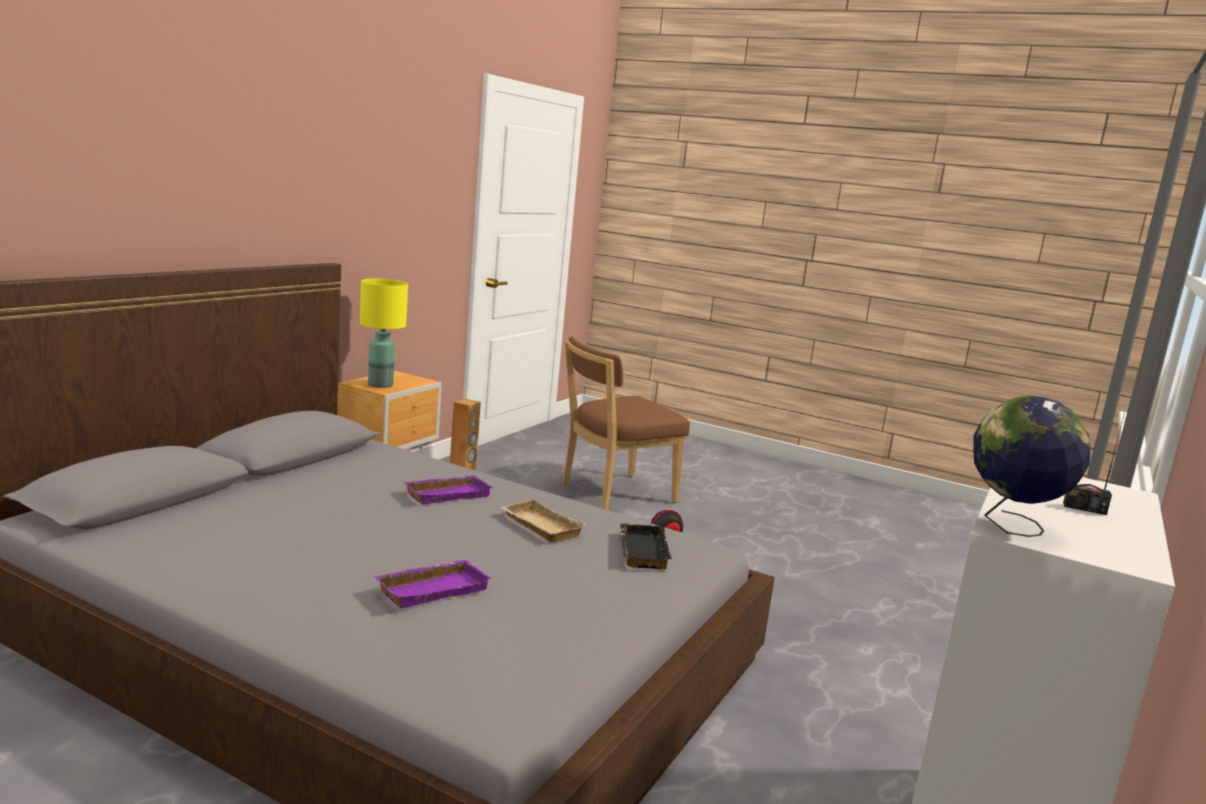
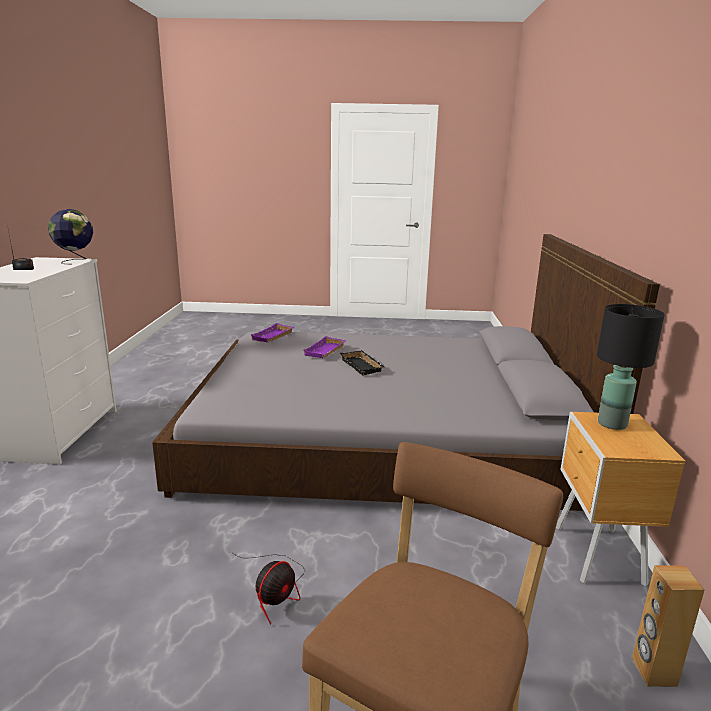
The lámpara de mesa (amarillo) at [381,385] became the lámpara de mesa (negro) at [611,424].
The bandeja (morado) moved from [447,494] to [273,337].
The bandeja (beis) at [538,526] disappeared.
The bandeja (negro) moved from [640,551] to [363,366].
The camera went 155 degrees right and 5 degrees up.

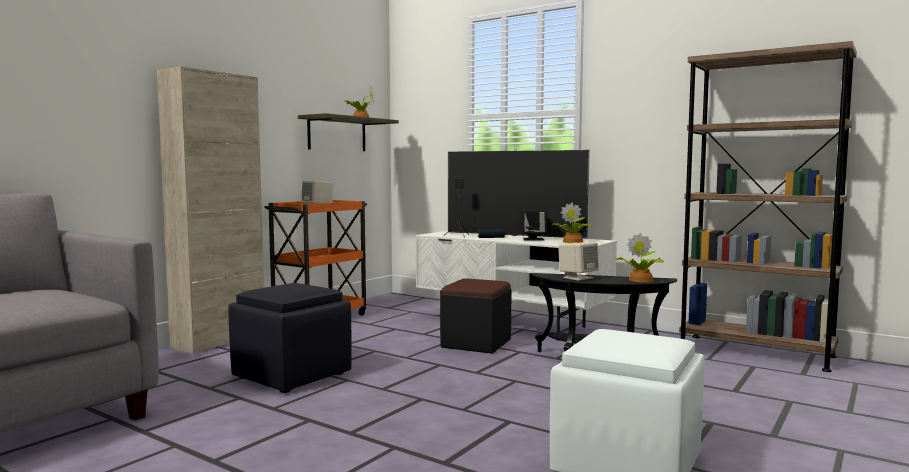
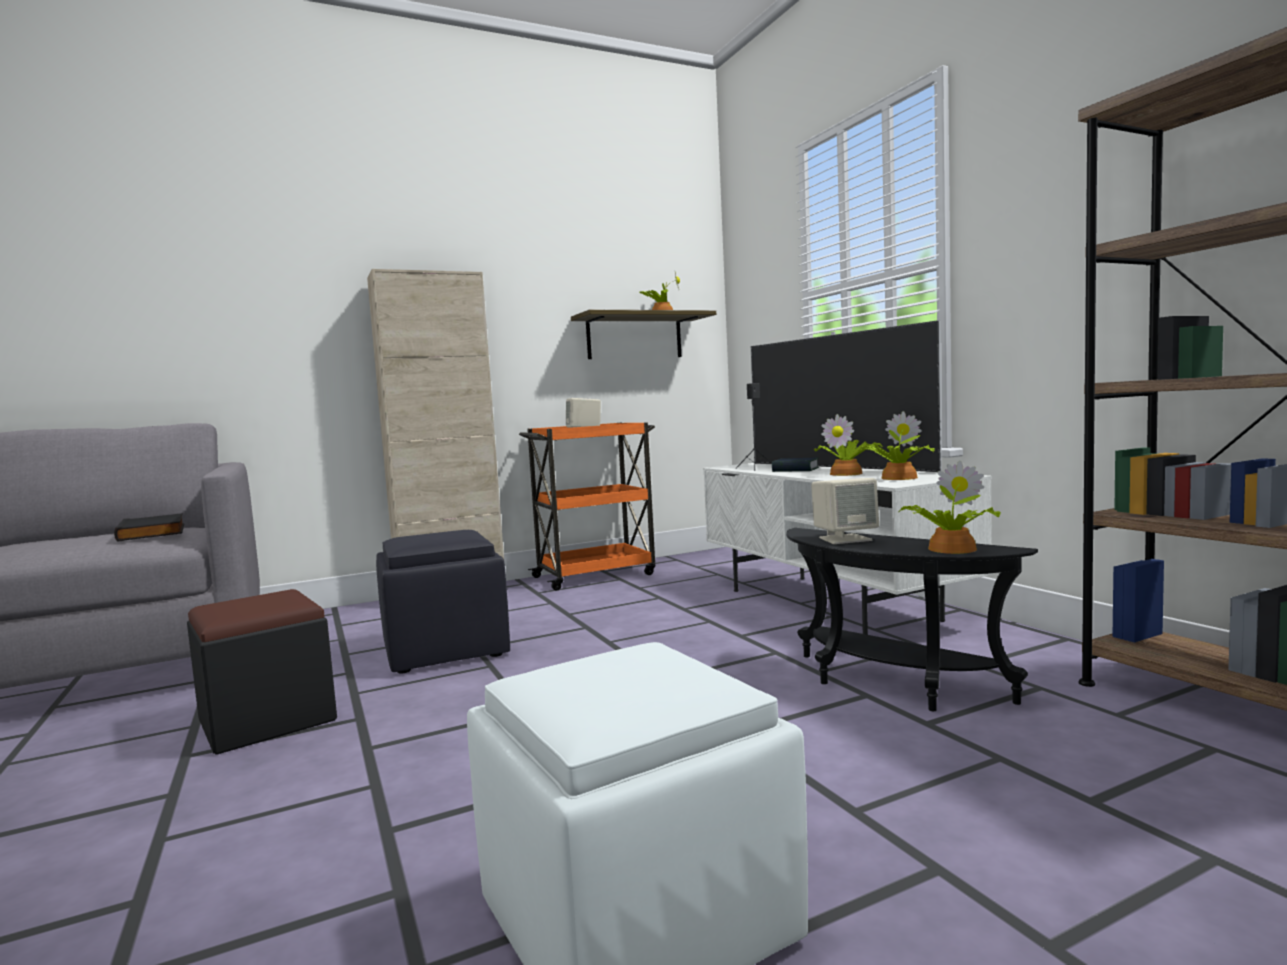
The altavoz (negro) at [533,239] was replaced by the planta en maceta at [848,473].
The puf (negro) moved from [476,343] to [267,720].
The libro (negro) at [154,532] appeared.
The camera went 30 degrees right and 0 degrees up.

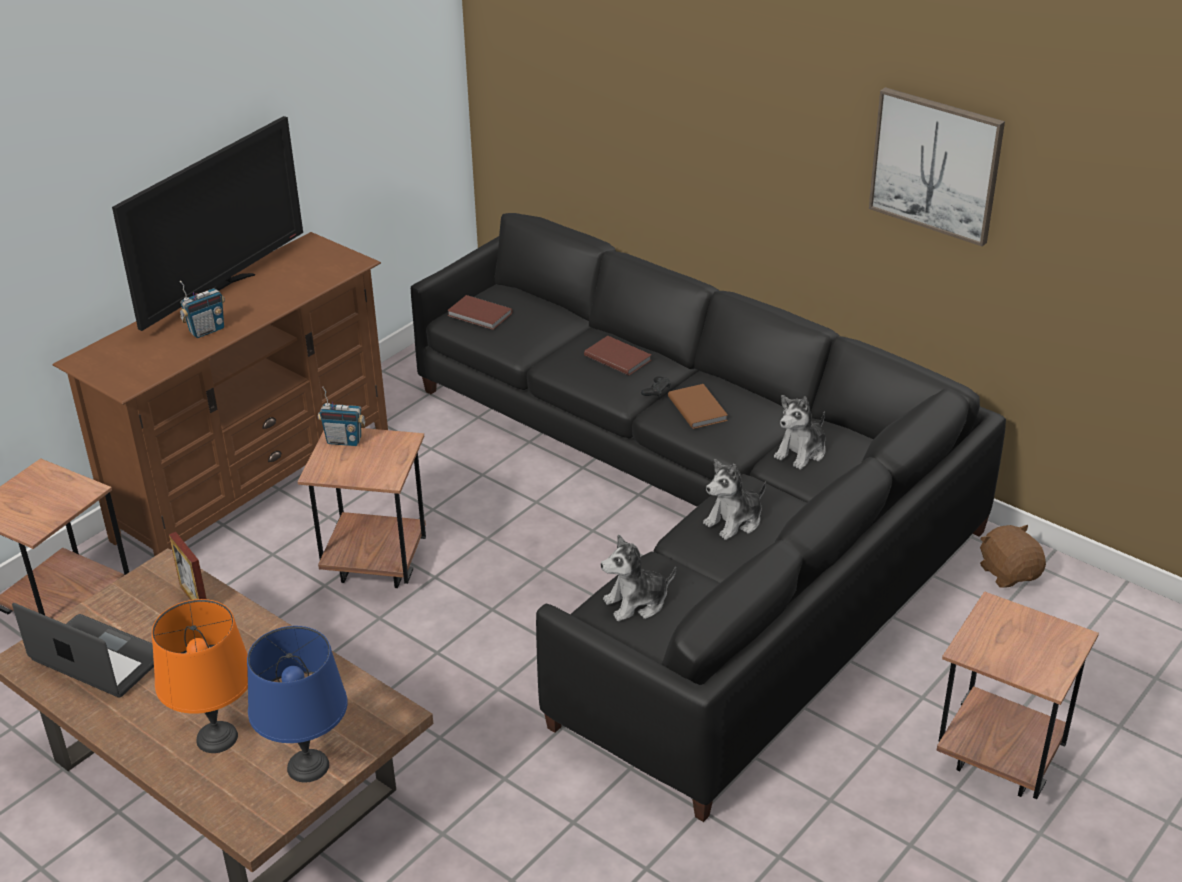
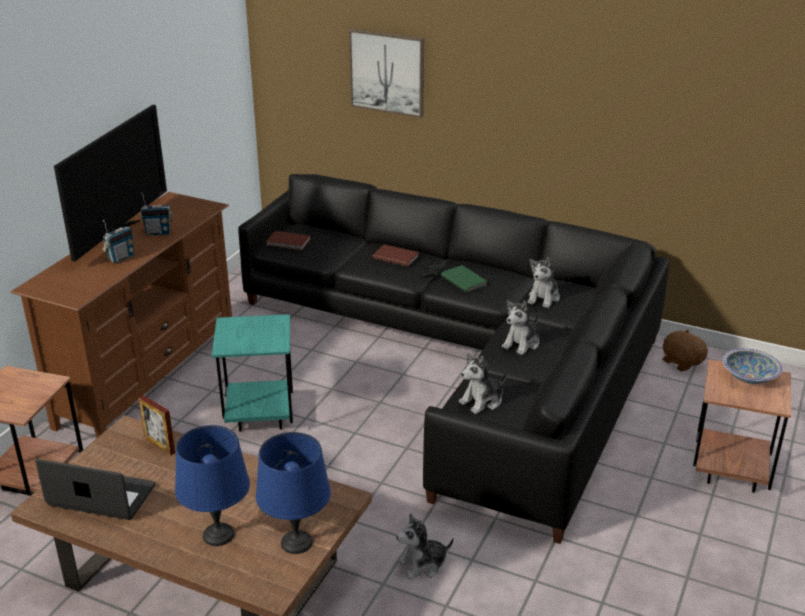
The cuadro moved from [936,165] to [387,72].
The libro (marrón) at [698,408] became the libro (verde) at [464,280].
The radio moved from [344,441] to [158,233].
The mesa auxiliar (marrón) at [376,564] became the mesa auxiliar (turquesa) at [260,416].
The lámpara de mesa (naranja) at [216,738] became the lámpara de mesa (azul) at [217,535].
The cuenco at [749,376] appeared.
The peluche at [423,565] appeared.
The camera went 15 degrees left and 5 degrees down.

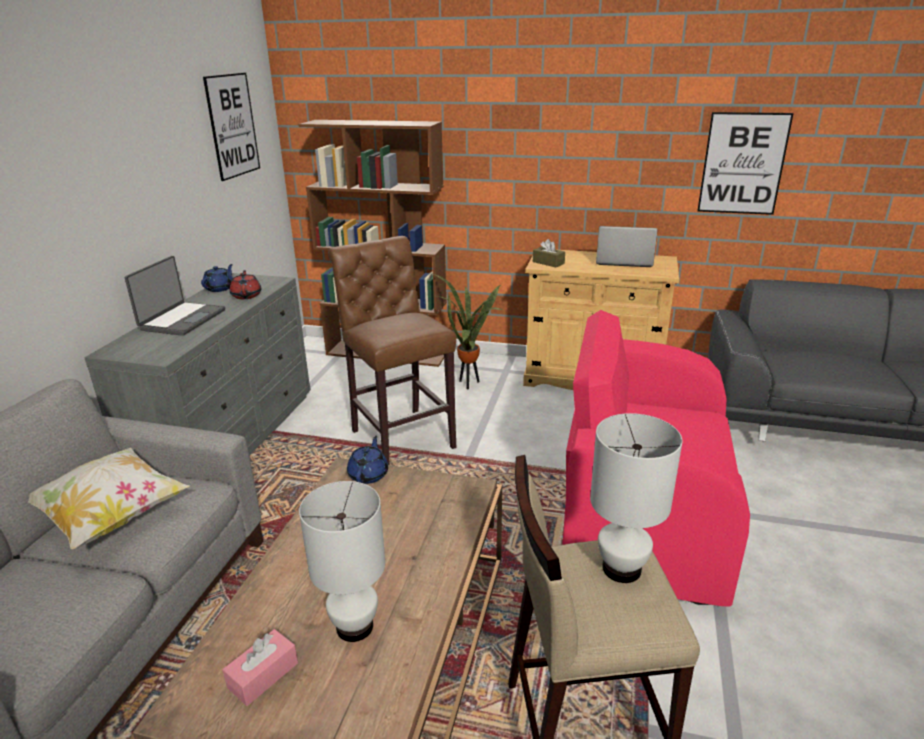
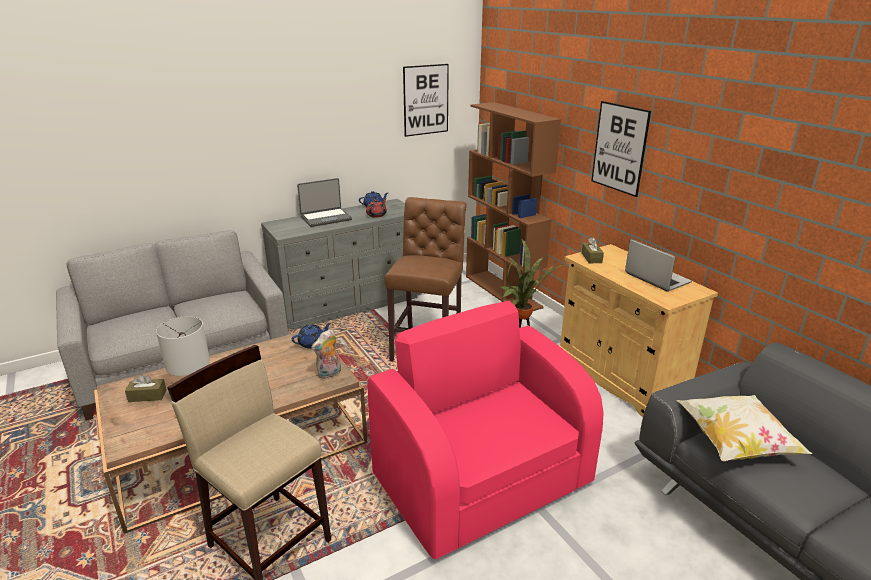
The cuadro moved from [743,164] to [619,148].
The lámpara de mesa (blanco) at [622,569] disappeared.
The cojín moved from [112,516] to [734,443].
The caja de pañuelos (rosa) at [263,675] became the caja de pañuelos (marrón) at [147,396].
The peluche at [329,374] appeared.
The camera went 45 degrees right and 0 degrees up.

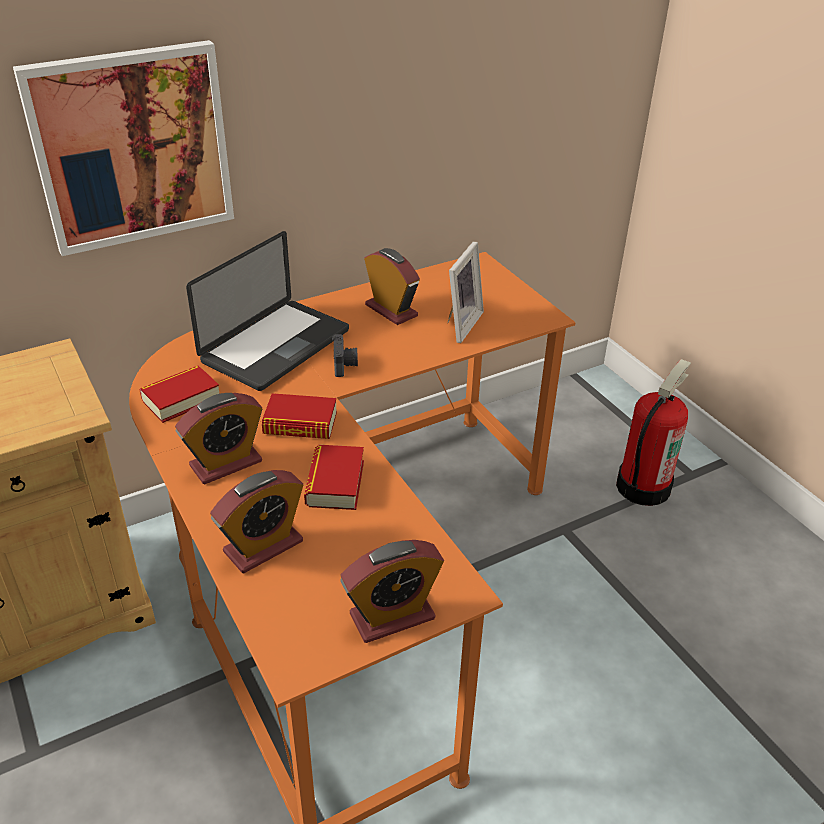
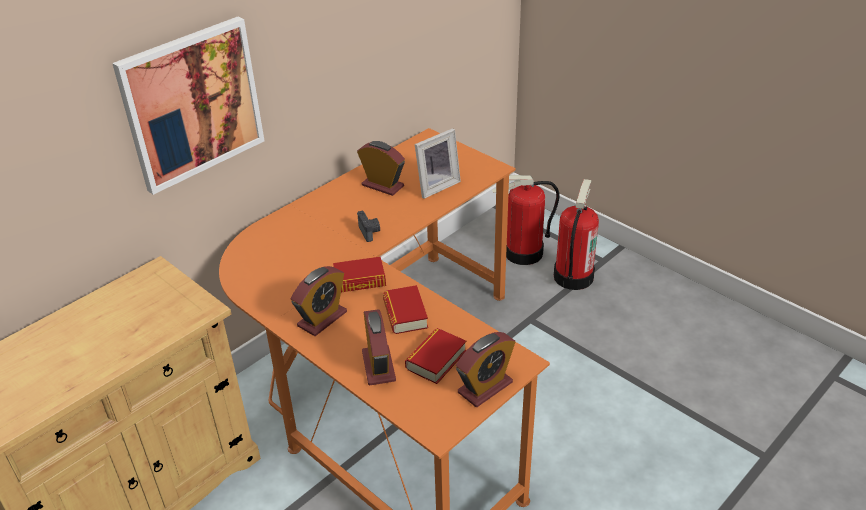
The portátil at [276,346] disappeared.
The portarretratos at [459,324] turned 45 degrees clockwise.
The libro moved from [181,399] to [436,360].
The despertador at [263,546] turned 45 degrees counterclockwise.
The extintor at [523,253] appeared.
The camera went 15 degrees left and 0 degrees up.

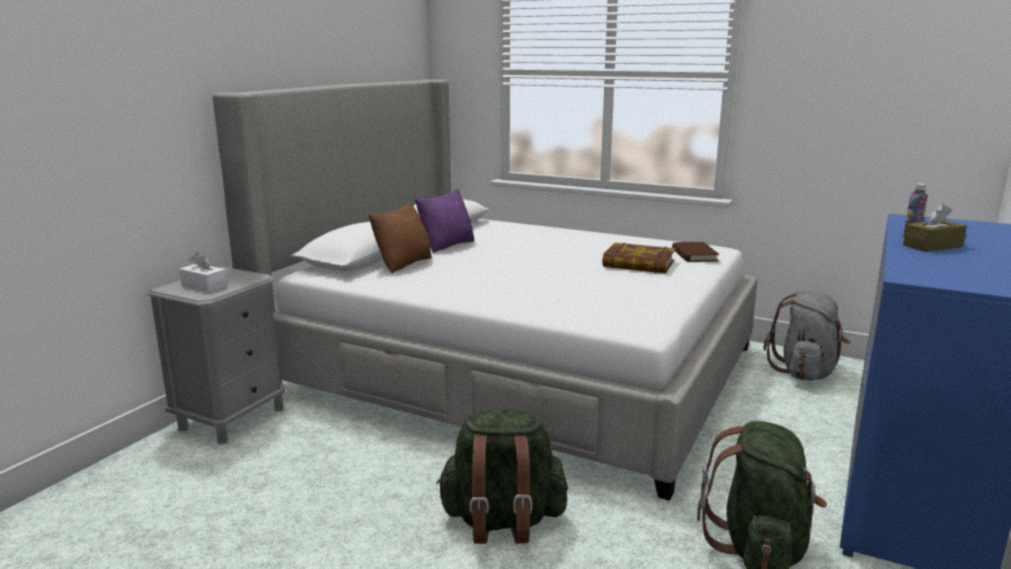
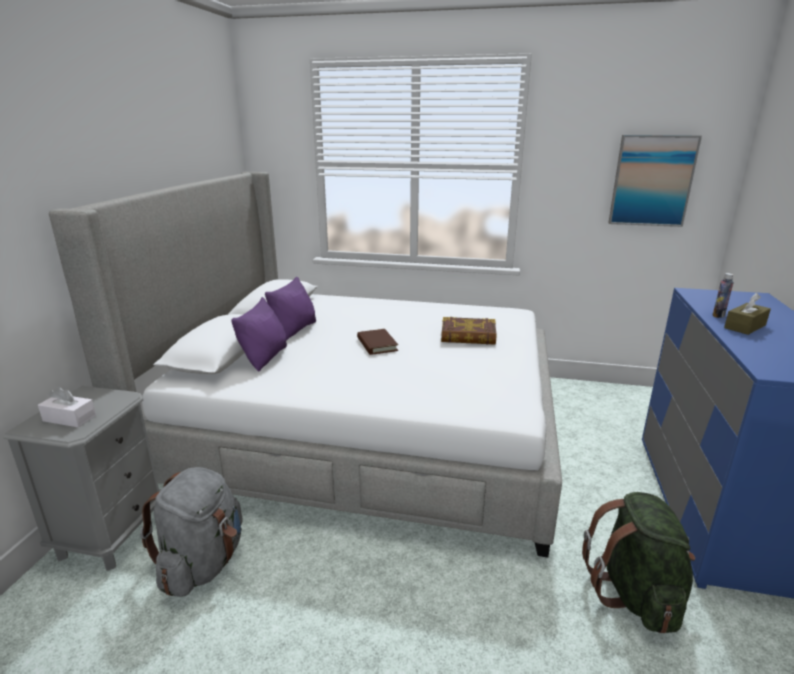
The cojín (marrón) at [404,264] became the cojín (morado) at [264,357].
The libro (marrón) moved from [694,255] to [377,344].
The mochila (gris) moved from [805,372] to [203,563].
The mochila (verde) at [502,521] disappeared.
The cuadro at [652,181] appeared.
The camera went 15 degrees left and 5 degrees up.

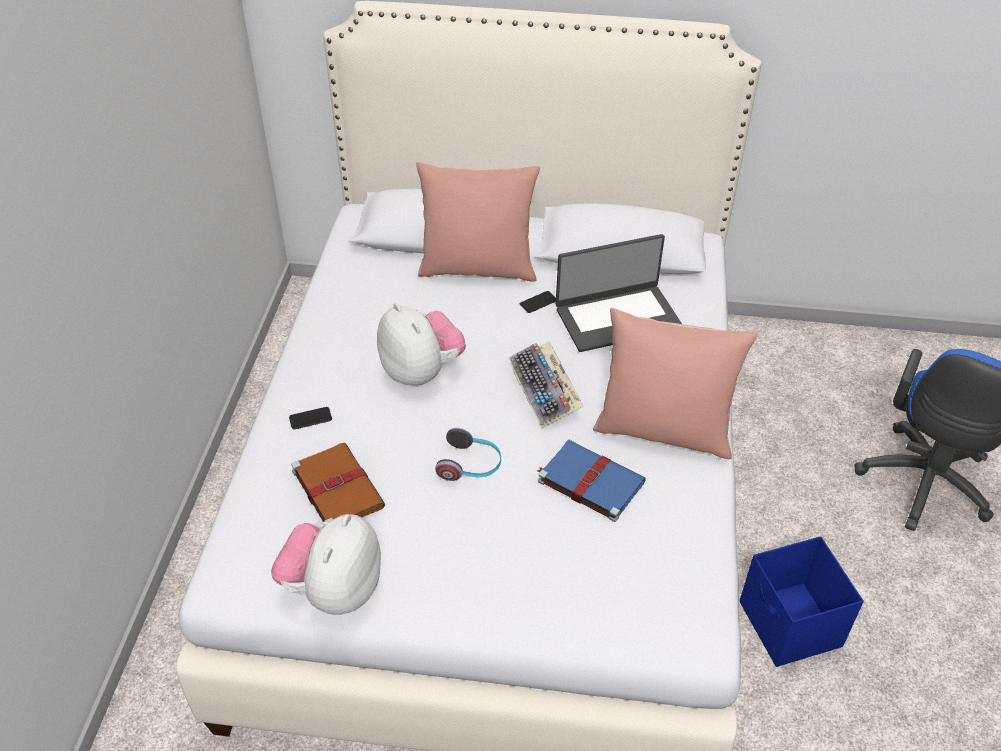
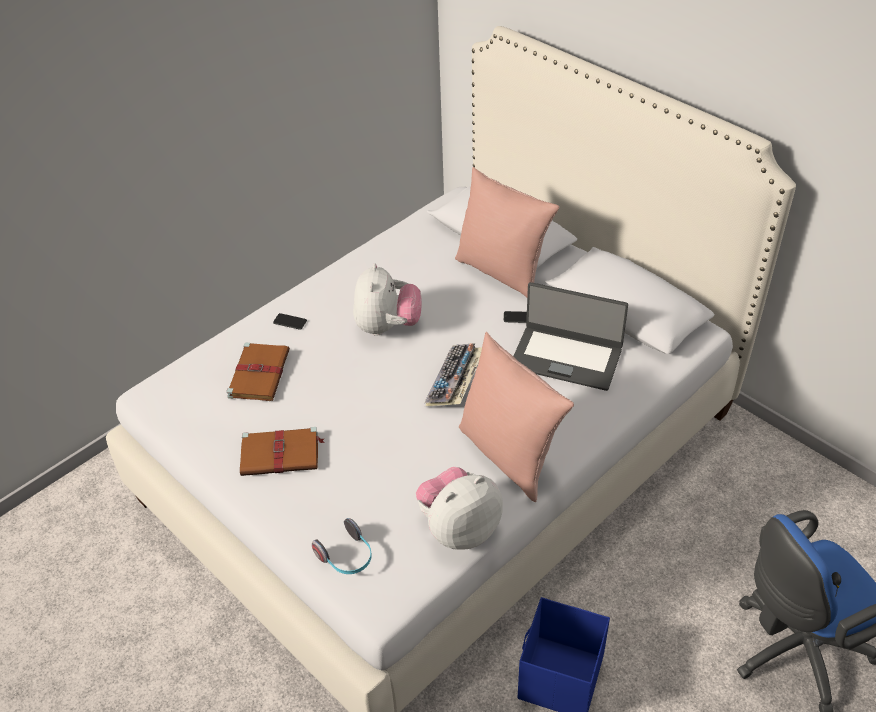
The auriculares moved from [470,465] to [347,557].
The libro (azul) at [589,481] disappeared.
The peluche moved from [334,590] to [459,528].
The libro (marrón) at [281,454] appeared.
The camera went 40 degrees right and 0 degrees up.

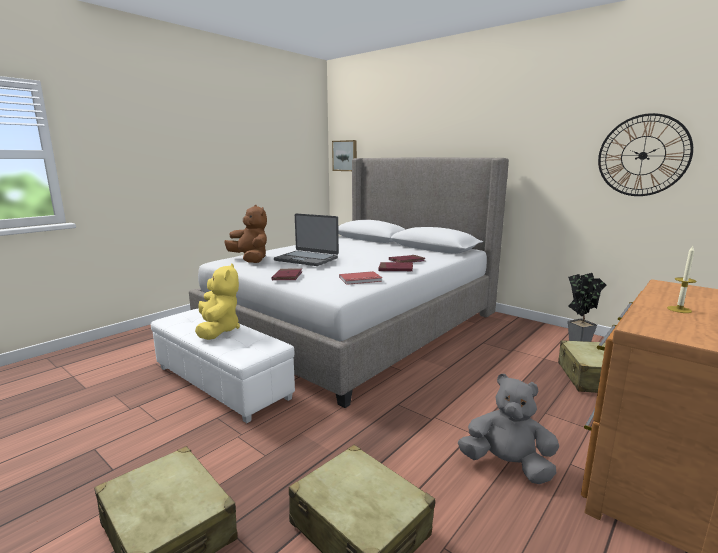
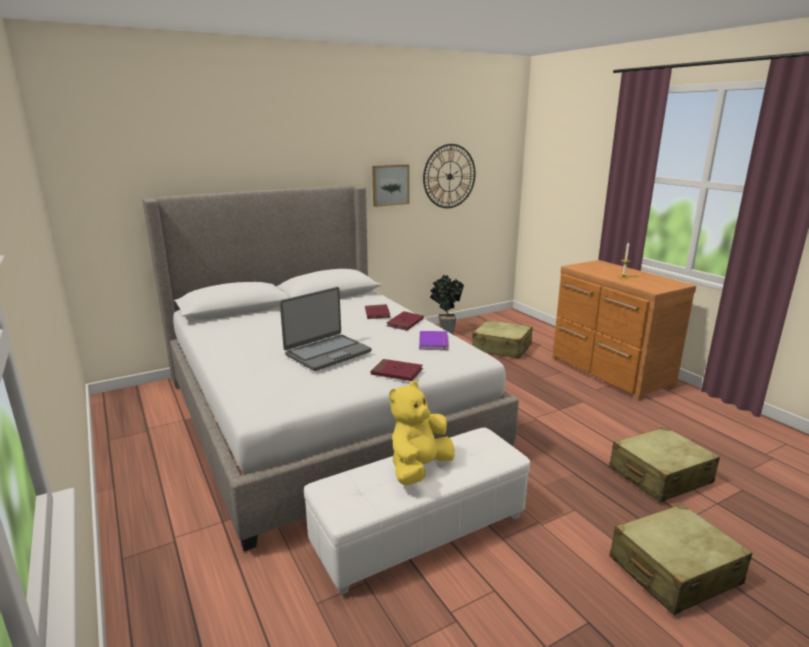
The cuadro moved from [345,155] to [390,185].
The peluche (marrón) at [250,259] disappeared.
The peluche (amarillo) at [218,330] turned 60 degrees counterclockwise.
The libro (rojo) at [361,280] became the libro (morado) at [435,342].
The peluche (gris) at [507,465] disappeared.
The camera went 70 degrees left and 5 degrees up.

